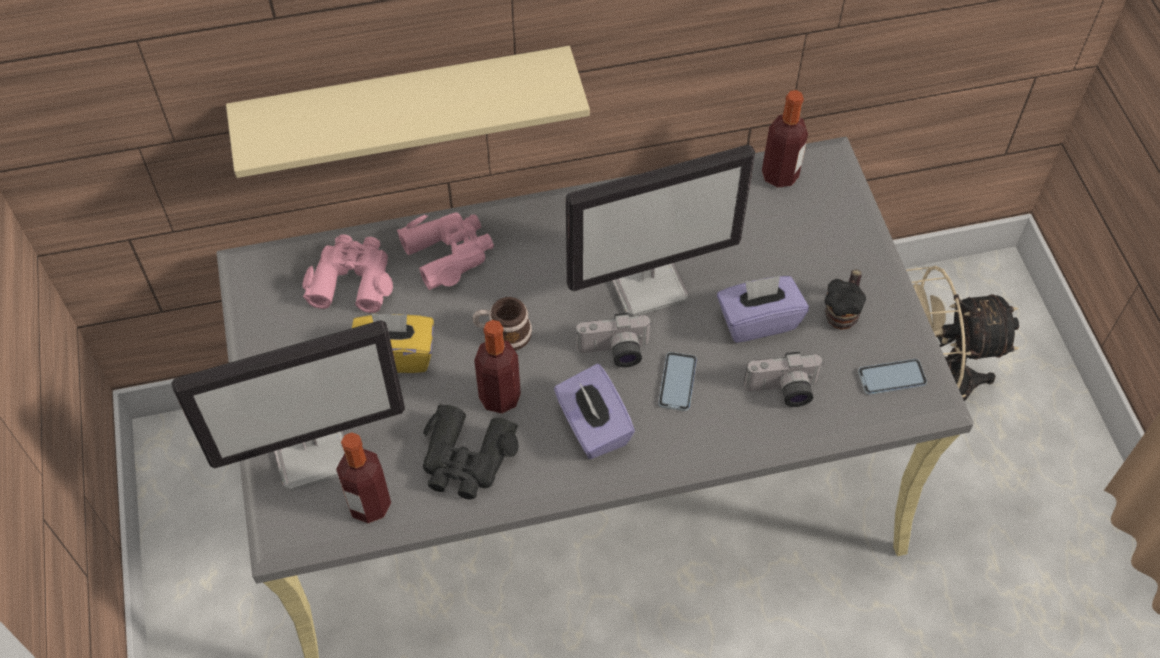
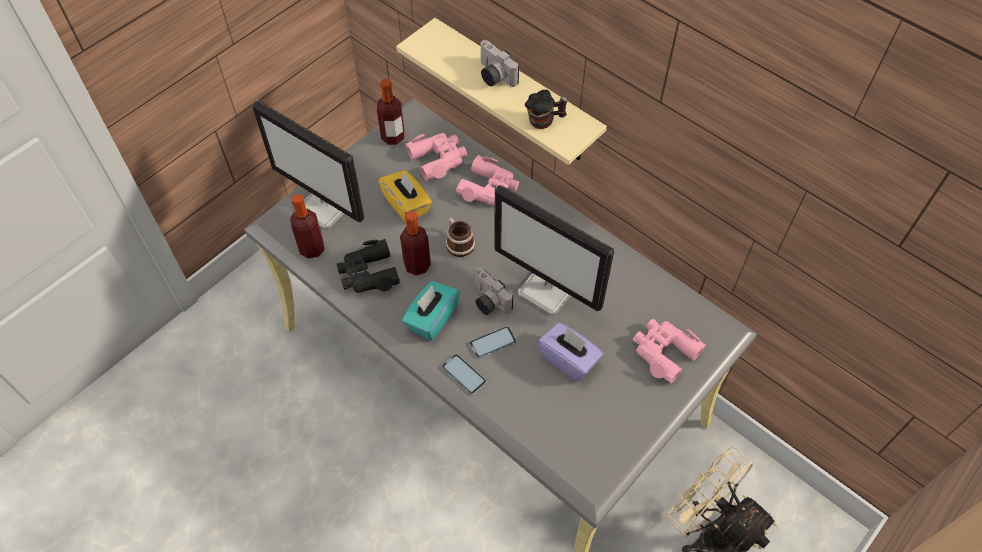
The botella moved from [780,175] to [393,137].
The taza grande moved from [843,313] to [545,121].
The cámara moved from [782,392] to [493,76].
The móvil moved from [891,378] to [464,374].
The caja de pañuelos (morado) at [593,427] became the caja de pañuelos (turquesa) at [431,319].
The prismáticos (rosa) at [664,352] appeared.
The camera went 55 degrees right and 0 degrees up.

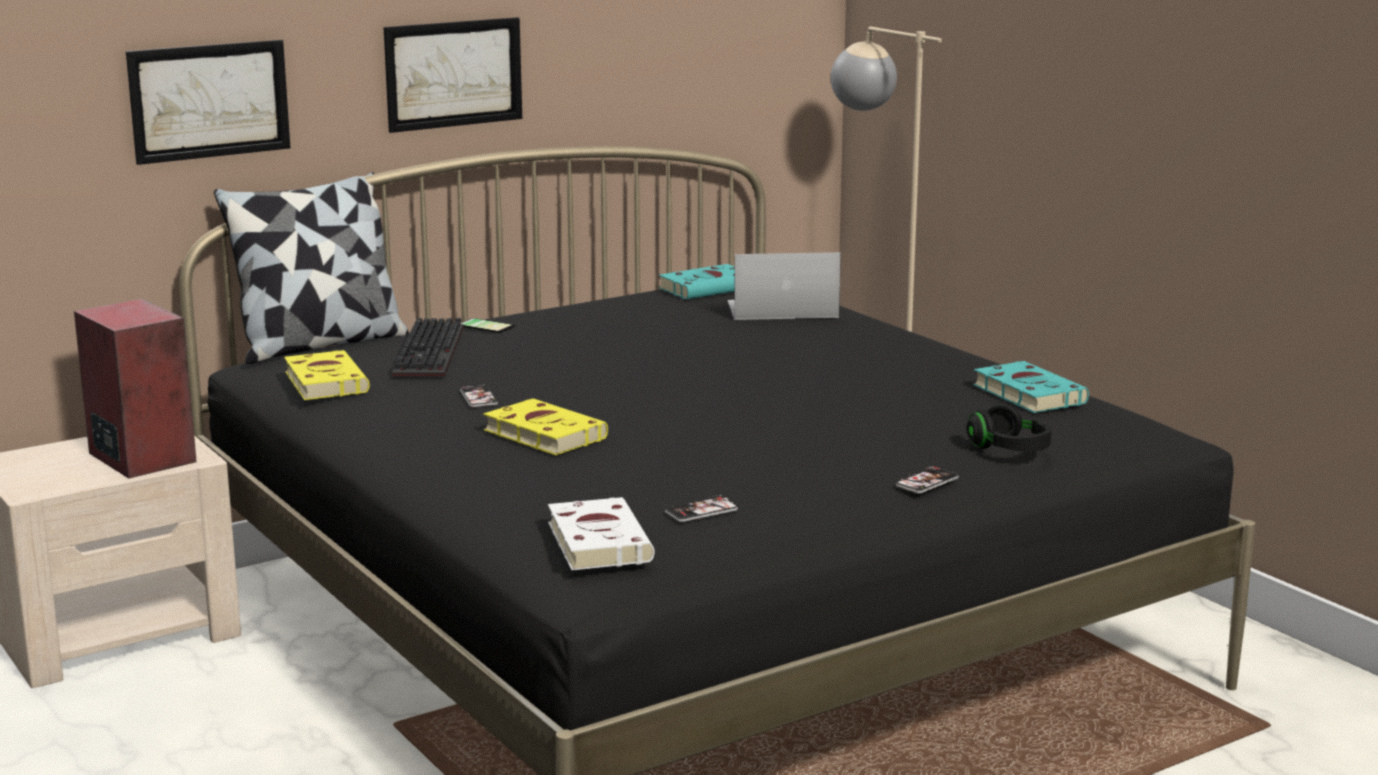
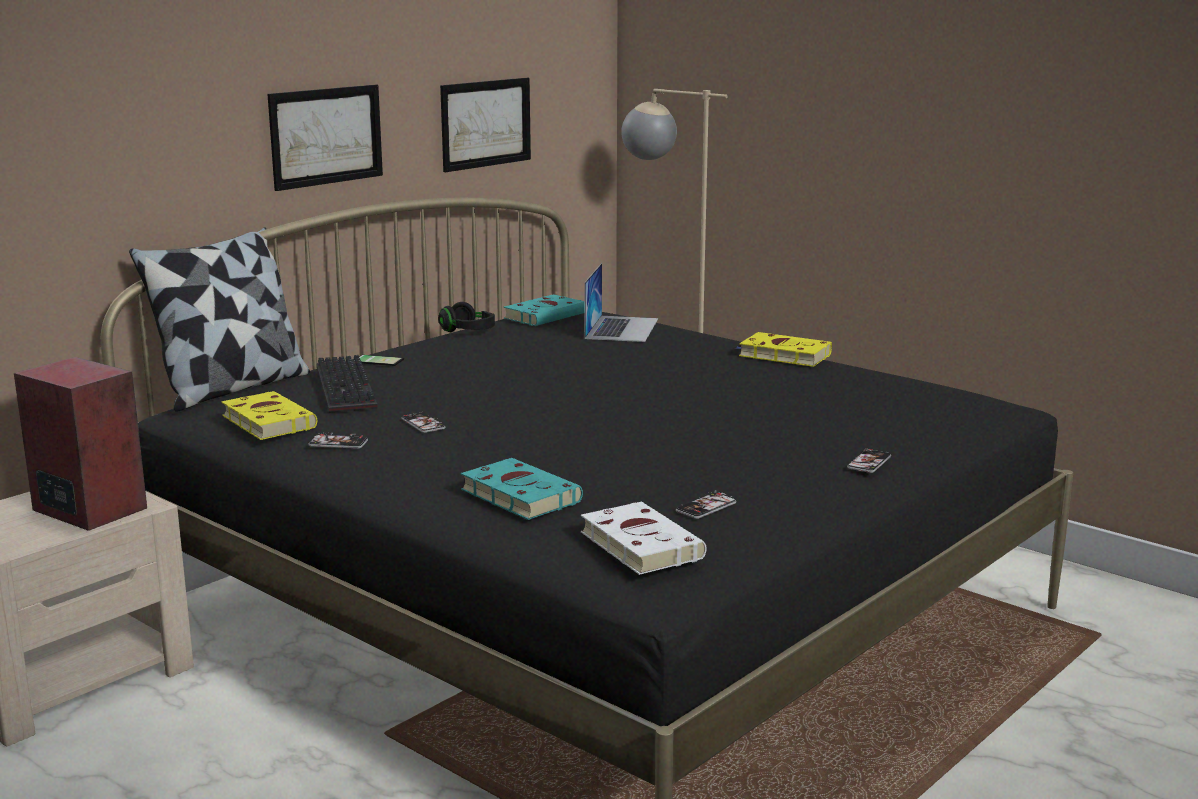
The cuadro moved from [209,100] to [486,123].
The portátil at [781,309] turned 120 degrees clockwise.
The libro (turquesa) moved from [1026,394] to [517,495].
The libro (amarillo) moved from [542,434] to [782,355].
The auriculares (negro) moved from [1009,449] to [468,331].
The móvil at [338,443] appeared.
The camera went 15 degrees left and 0 degrees up.

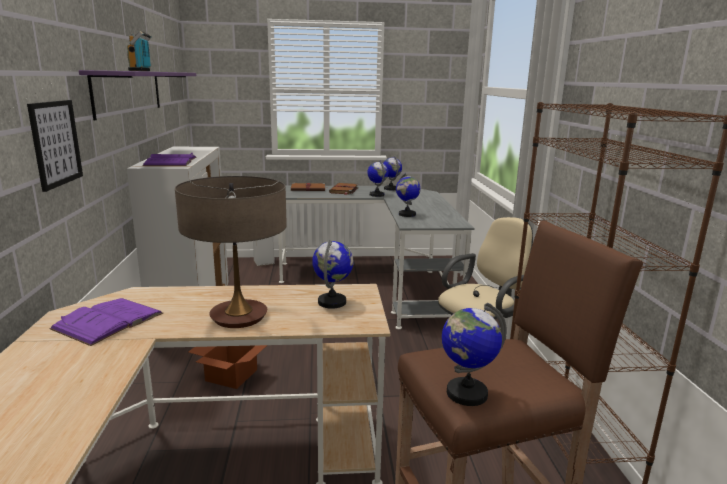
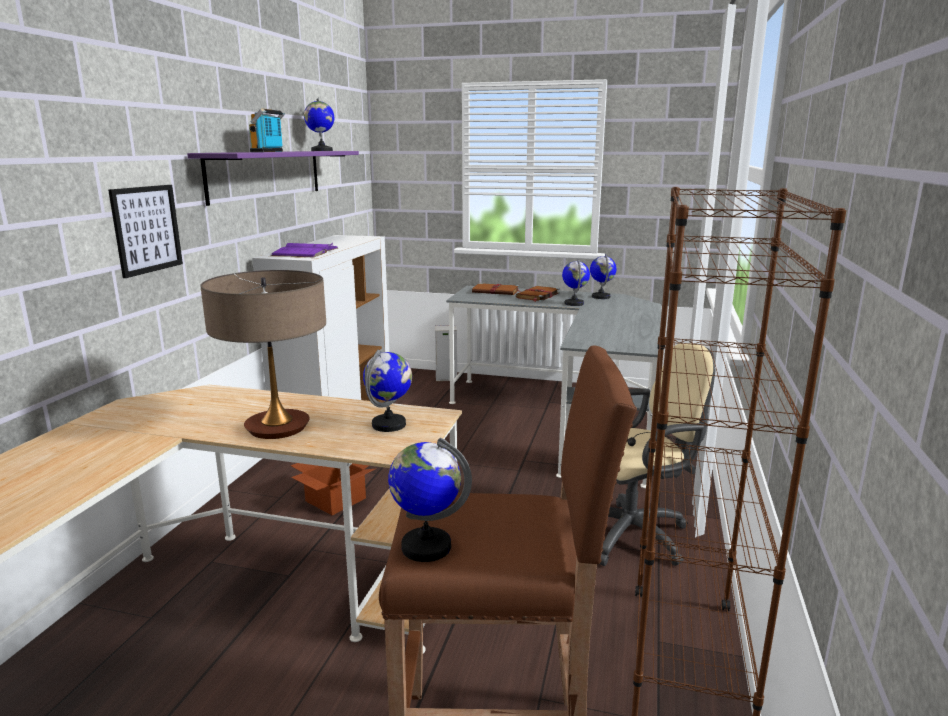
The globo terráqueo moved from [407,214] to [321,150].
The libro (morado) at [108,321] disappeared.
The camera went 20 degrees right and 0 degrees up.

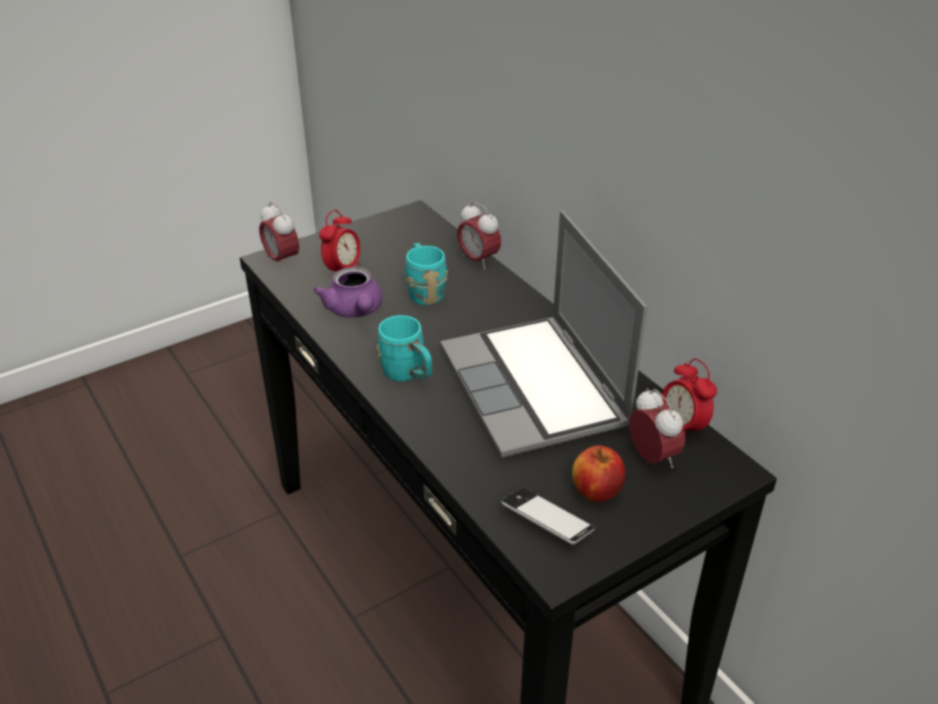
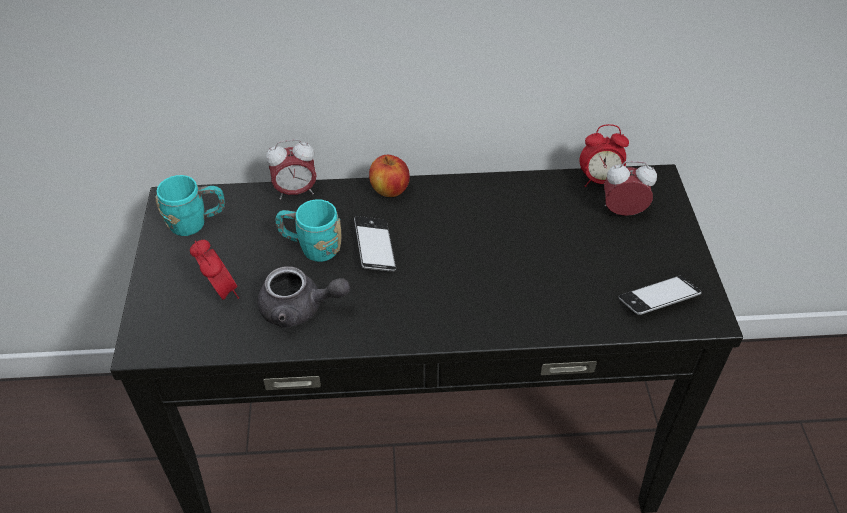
The despertador at [282,260] disappeared.
The portátil at [536,389] disappeared.
The tetera (morado) at [355,311] became the tetera (gris) at [300,309].
The taza grande (turquesa) moved from [408,375] to [196,223].
The manzana moved from [596,492] to [390,190].
The móvil at [374,248] appeared.
The camera went 60 degrees left and 10 degrees up.

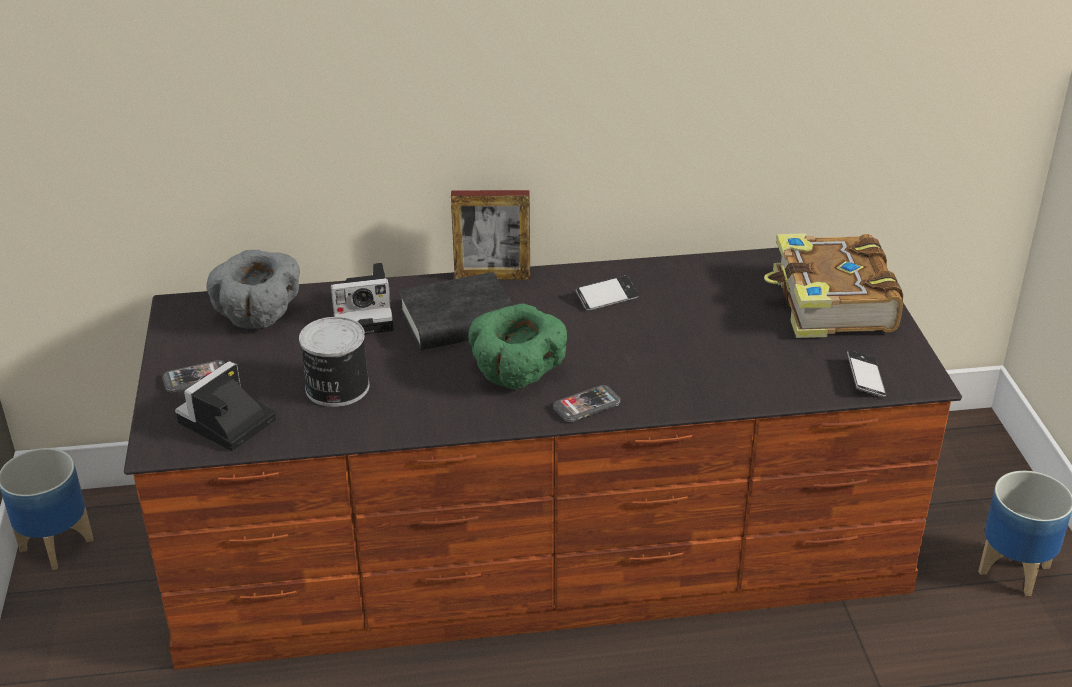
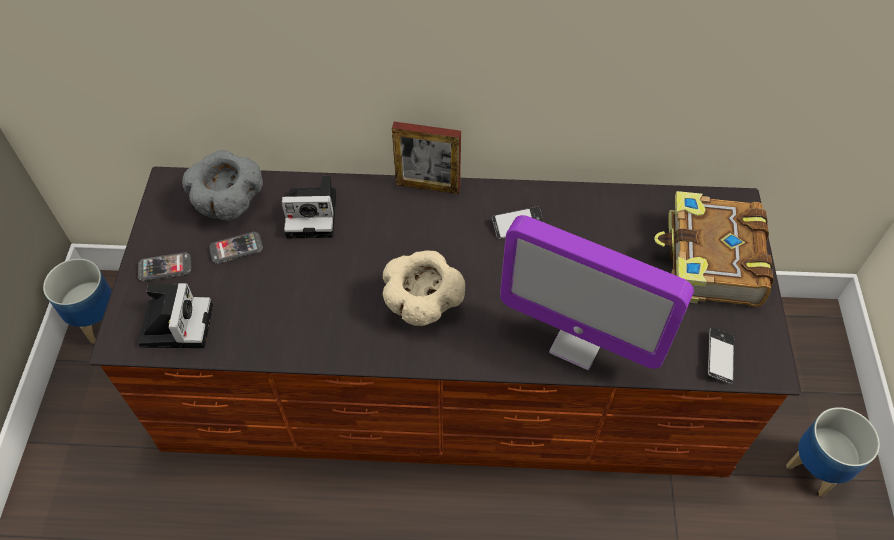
The libro (negro) at [458,321] disappeared.
The cuenco (verde) at [517,375] became the cuenco (beis) at [423,306].
The lata at [336,388] disappeared.
The cámara at [225,423] turned 135 degrees clockwise.
The móvil moved from [586,405] to [236,249].
The monitor at [577,343] appeared.
The camera went 10 degrees right and 20 degrees up.

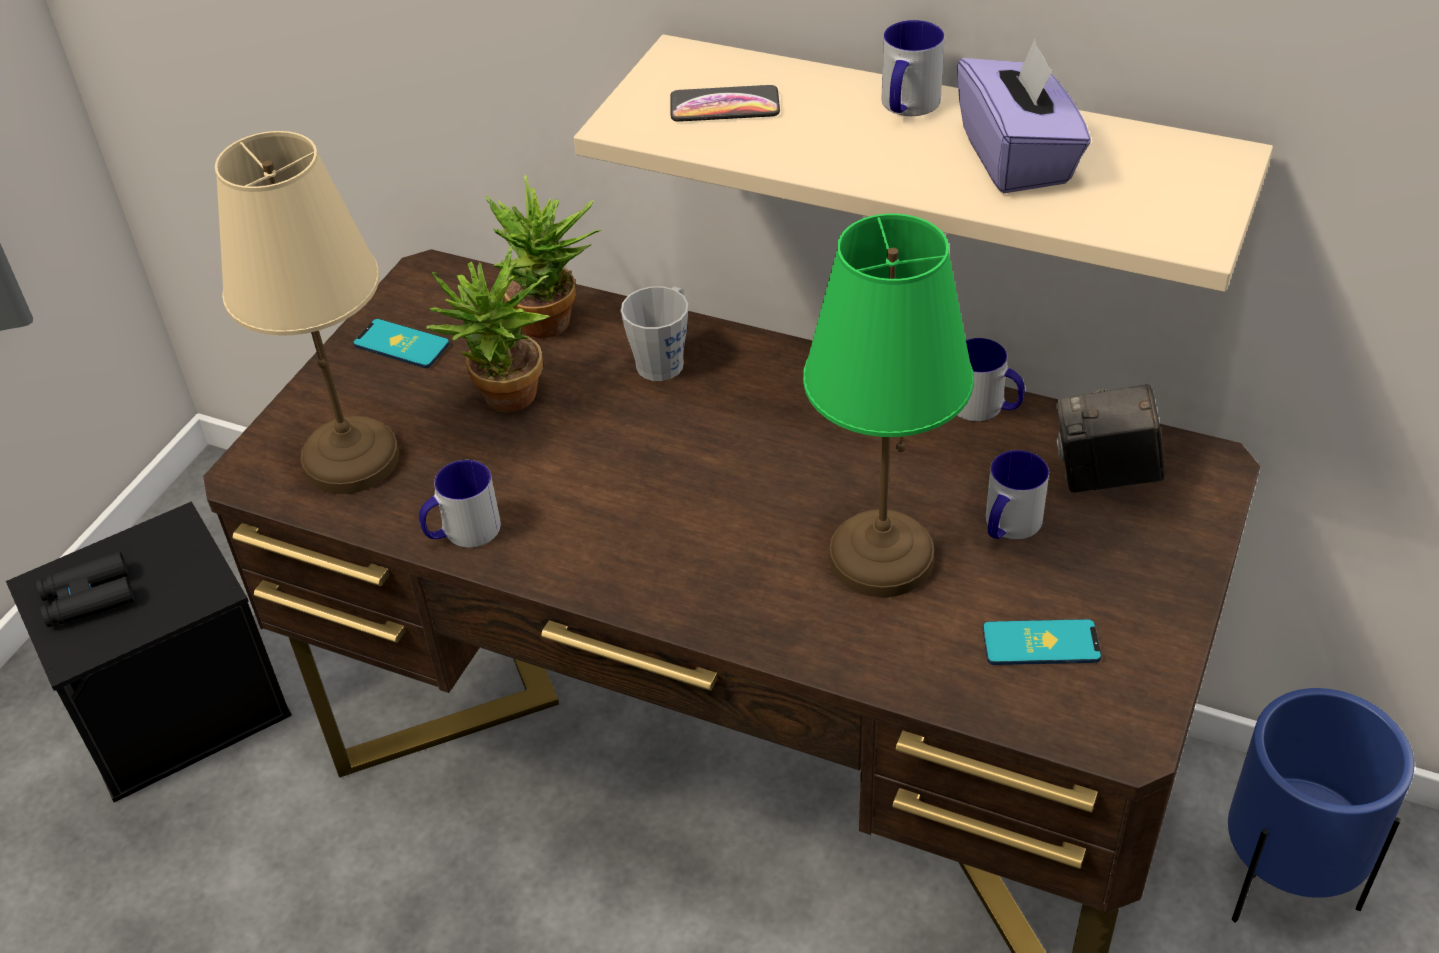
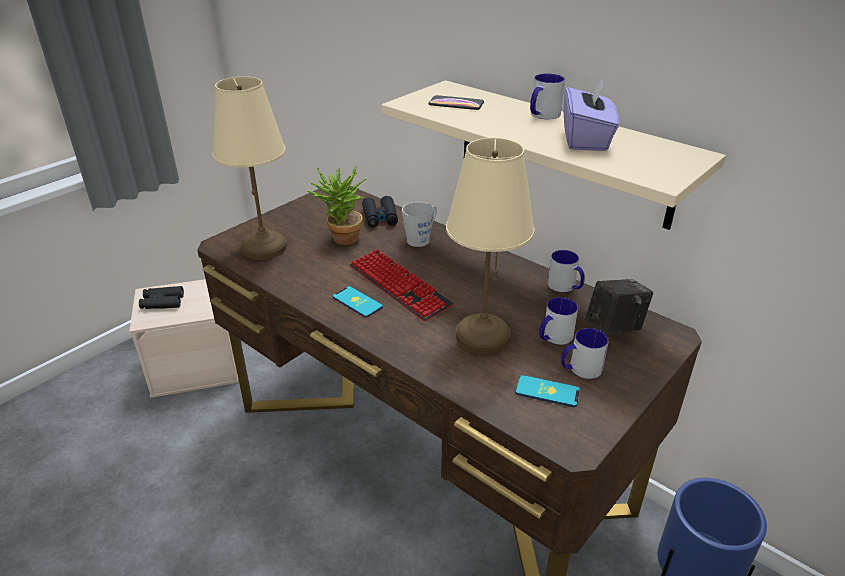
The planta en maceta at [555,324] was replaced by the prismáticos (negro) at [380,217].
The lámpara de mesa (verde) at [880,559] became the lámpara de mesa (beis) at [481,337].
The móvil moved from [401,344] to [357,302].
The cámara at [1104,476] turned 135 degrees clockwise.
The taza grande moved from [462,532] to [580,369].
The caja de almacenaje (negro) at [180,704] became the caja de almacenaje (beis) at [196,366].
The teclado at [399,286] appeared.
The camera went 15 degrees right and 10 degrees down.

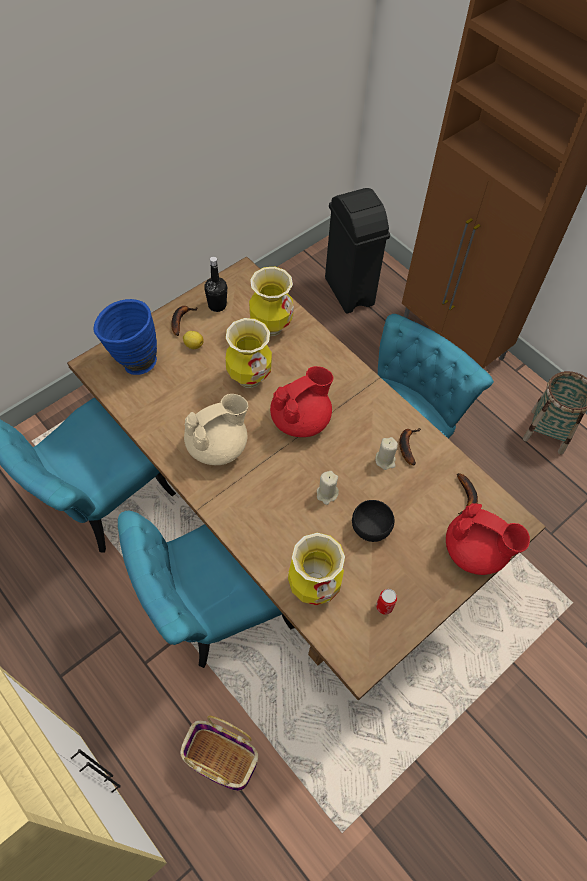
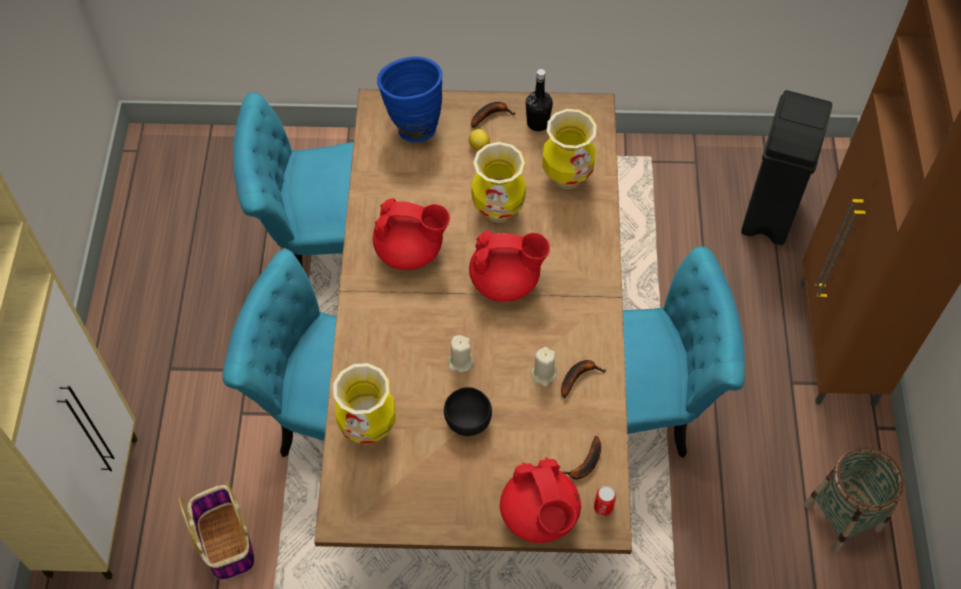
The tetera (beis) at [218,446] became the tetera (rojo) at [410,251].
The lata moved from [384,606] to [603,507].
The camera went 45 degrees right and 0 degrees up.

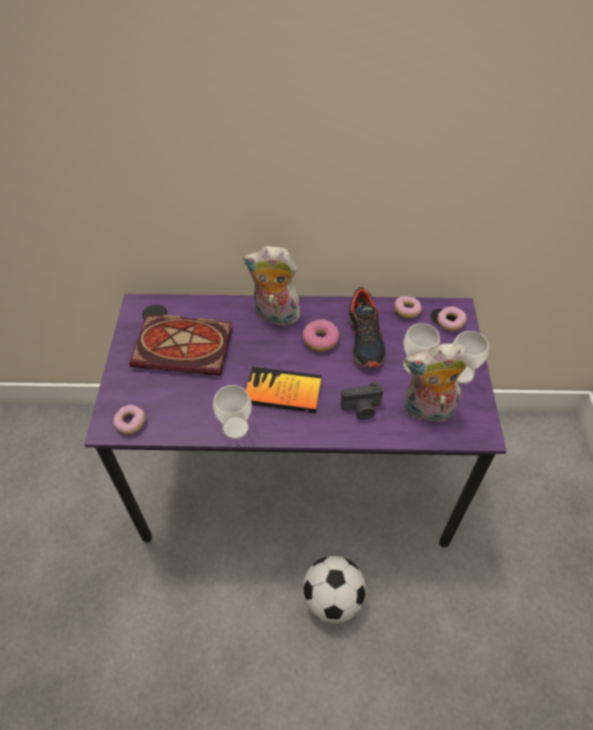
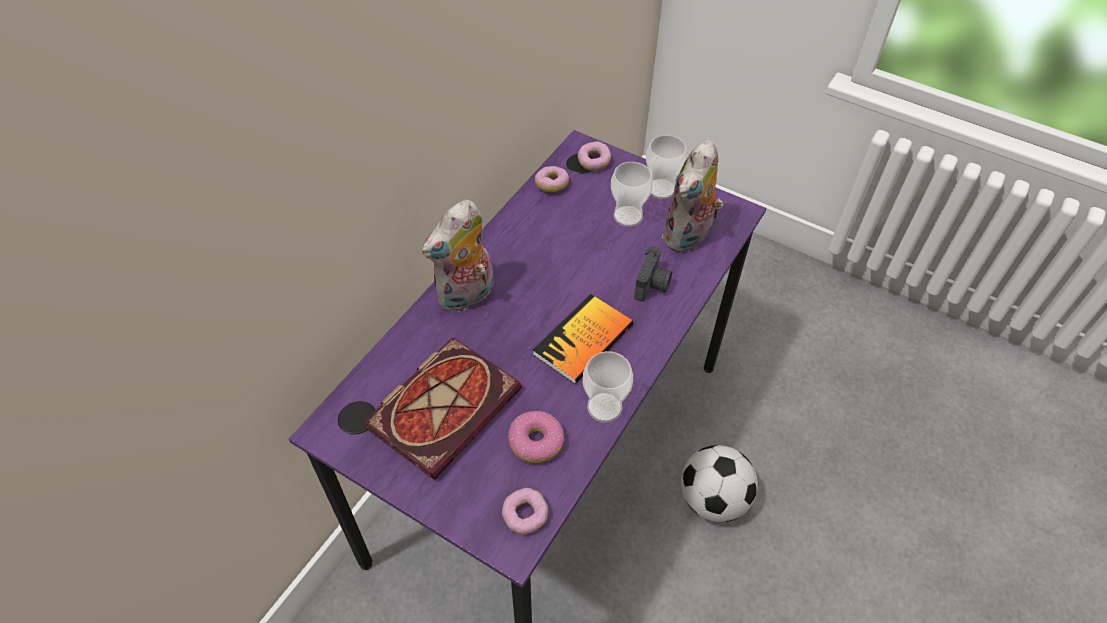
The zapato at [365,339] disappeared.
The rosquilla moved from [320,340] to [536,442].
The camera went 60 degrees left and 0 degrees up.

